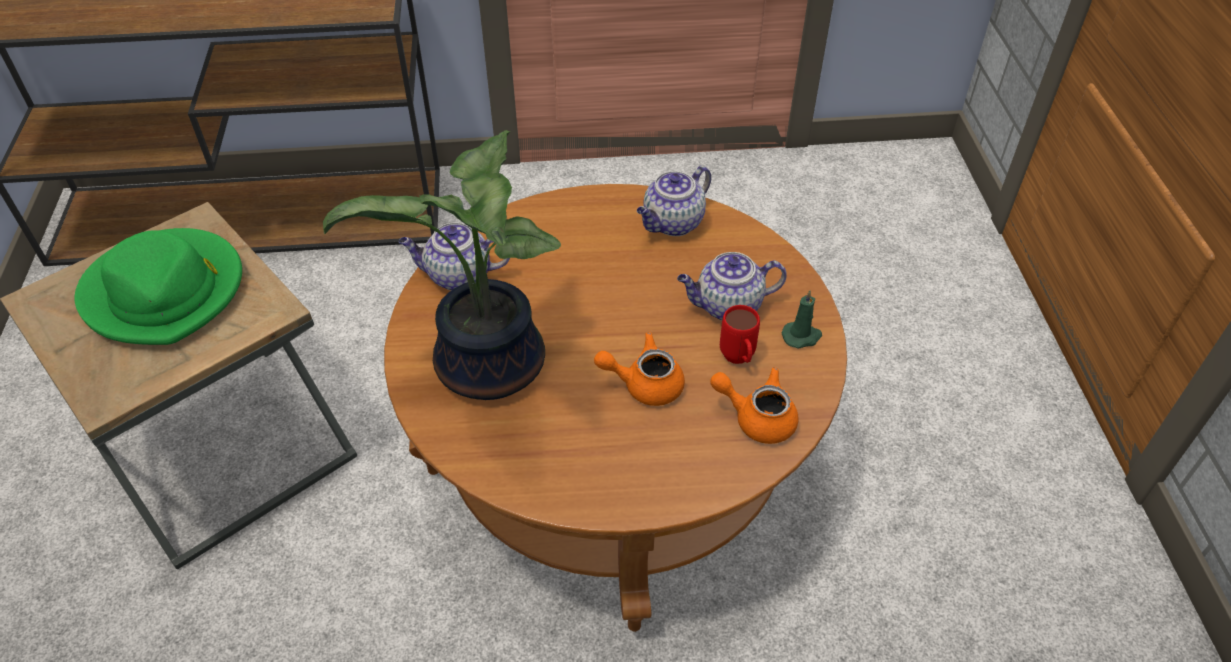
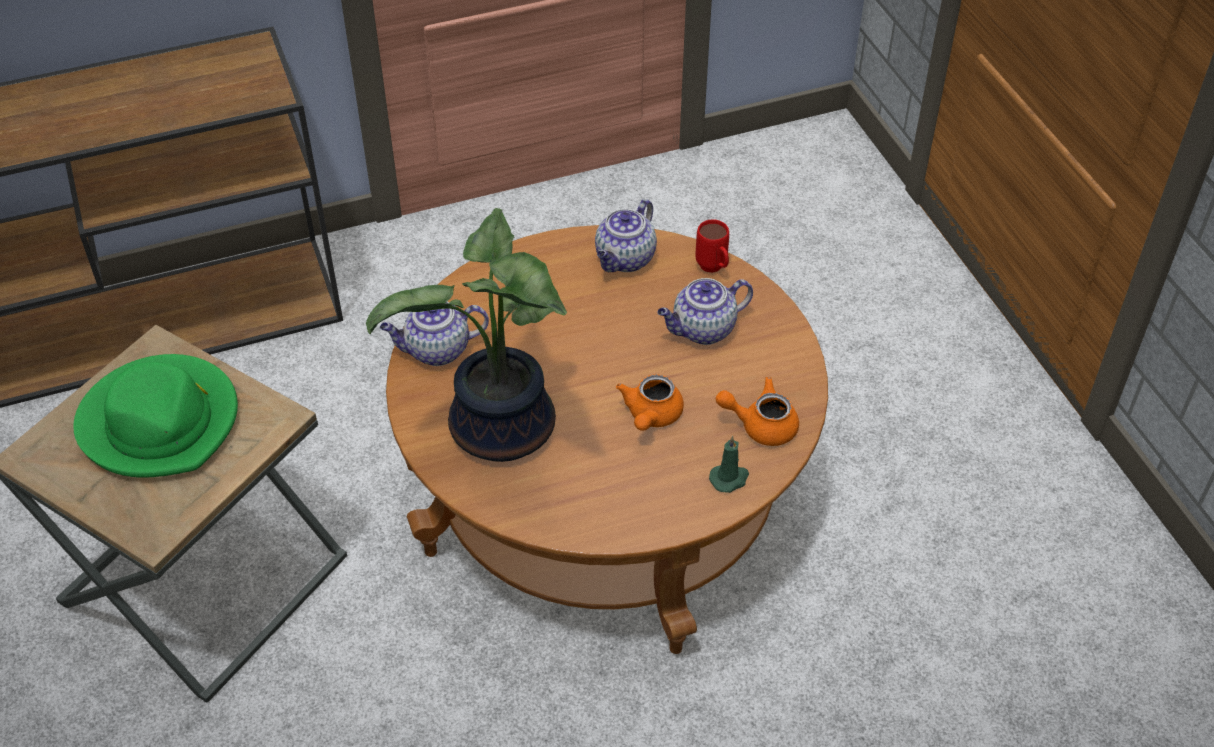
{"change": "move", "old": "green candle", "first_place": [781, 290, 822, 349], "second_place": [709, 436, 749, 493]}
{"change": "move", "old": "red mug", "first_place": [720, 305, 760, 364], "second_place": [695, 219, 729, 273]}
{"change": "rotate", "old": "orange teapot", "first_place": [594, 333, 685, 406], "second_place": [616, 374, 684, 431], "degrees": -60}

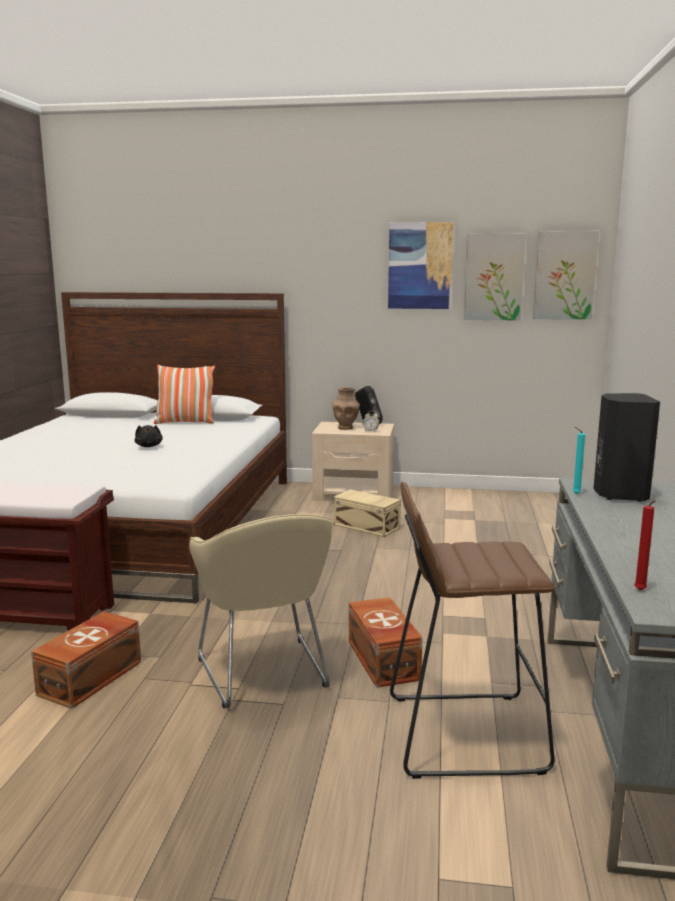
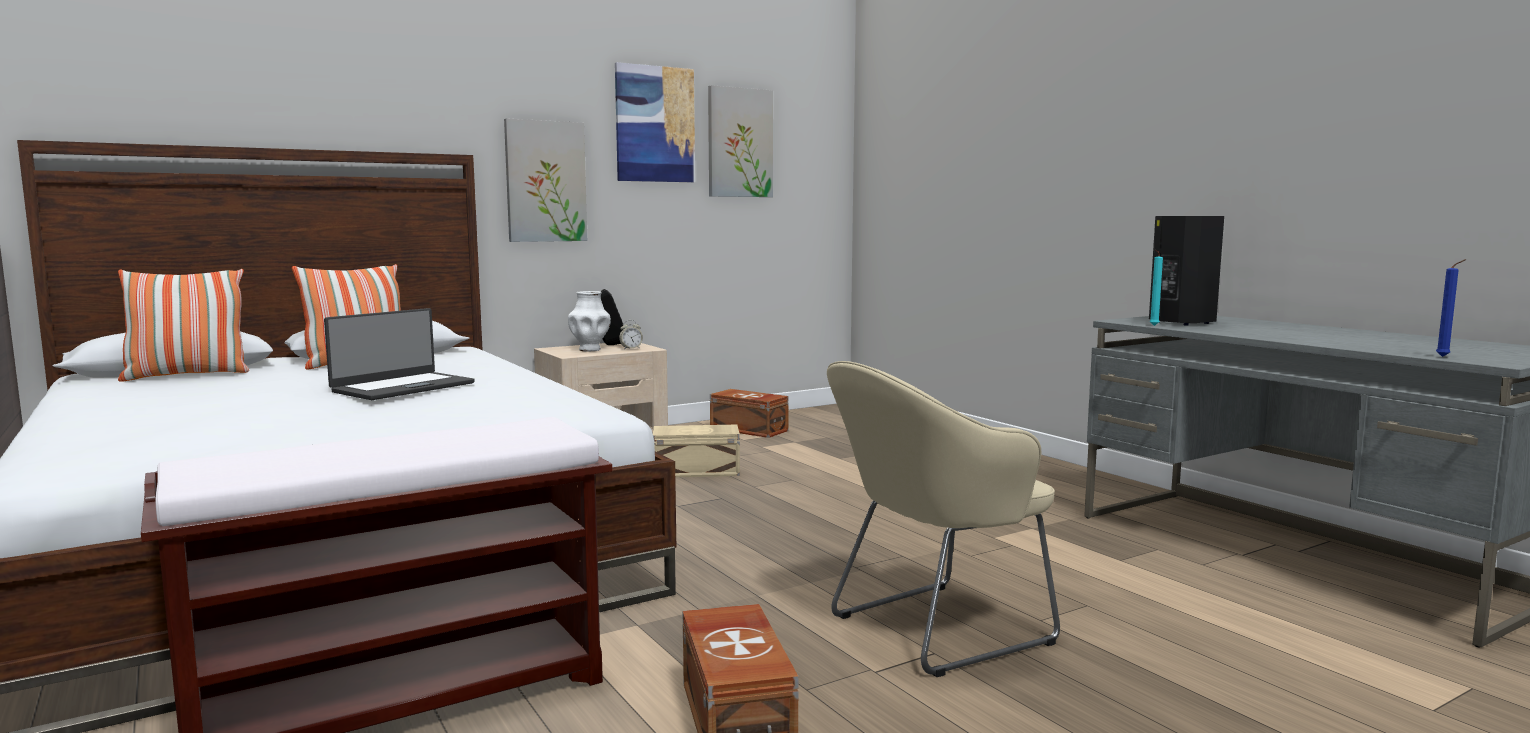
{"change": "move", "old": "picture", "first_place": [533, 231, 599, 320], "second_place": [504, 118, 587, 242]}
{"change": "recolor", "old": "brown vase", "new": "white vase", "first_place": [332, 387, 360, 430], "second_place": [568, 291, 611, 351]}
{"change": "replace", "old": "black plush toy", "new": "laptop", "first_place": [135, 425, 163, 447], "second_place": [324, 308, 475, 400]}
{"change": "delete", "old": "brown stool", "first_place": [390, 482, 556, 779]}
{"change": "recolor", "old": "red candle", "new": "blue candle", "first_place": [634, 500, 656, 590], "second_place": [1436, 259, 1467, 357]}
{"change": "rotate", "old": "beige armchair", "first_place": [189, 514, 332, 708], "second_place": [827, 361, 1060, 677], "degrees": 120}
{"change": "move", "old": "brown storage box", "first_place": [349, 597, 423, 688], "second_place": [710, 389, 789, 438]}
{"change": "insert", "new": "pillow", "second_place": [118, 269, 249, 382]}

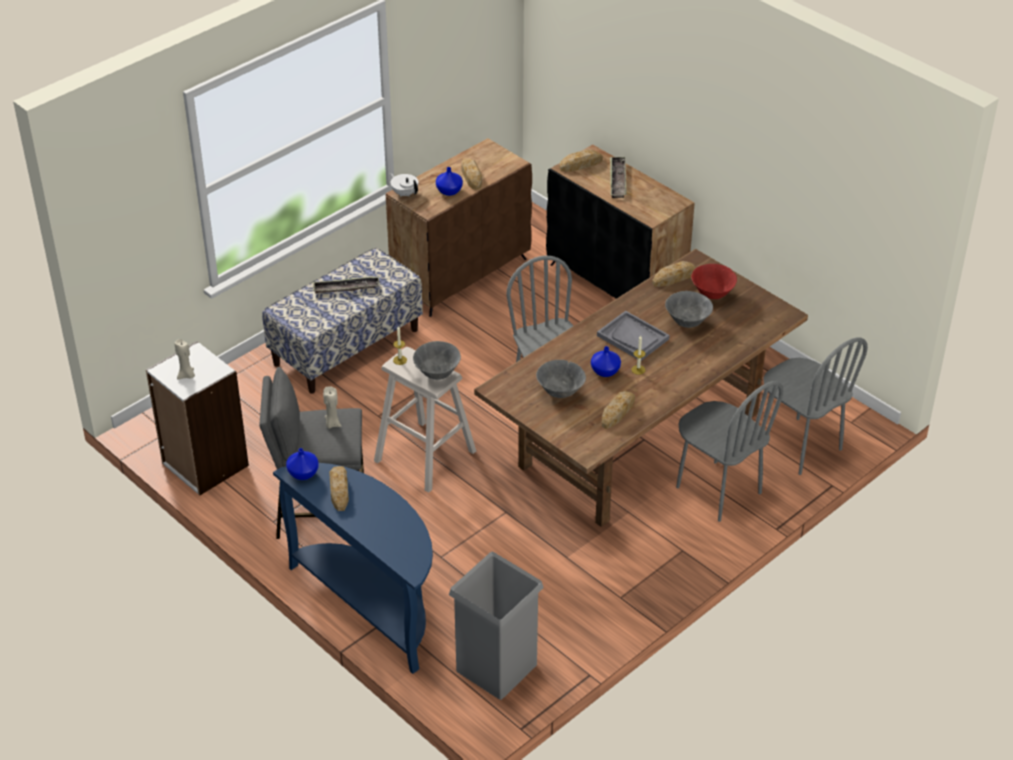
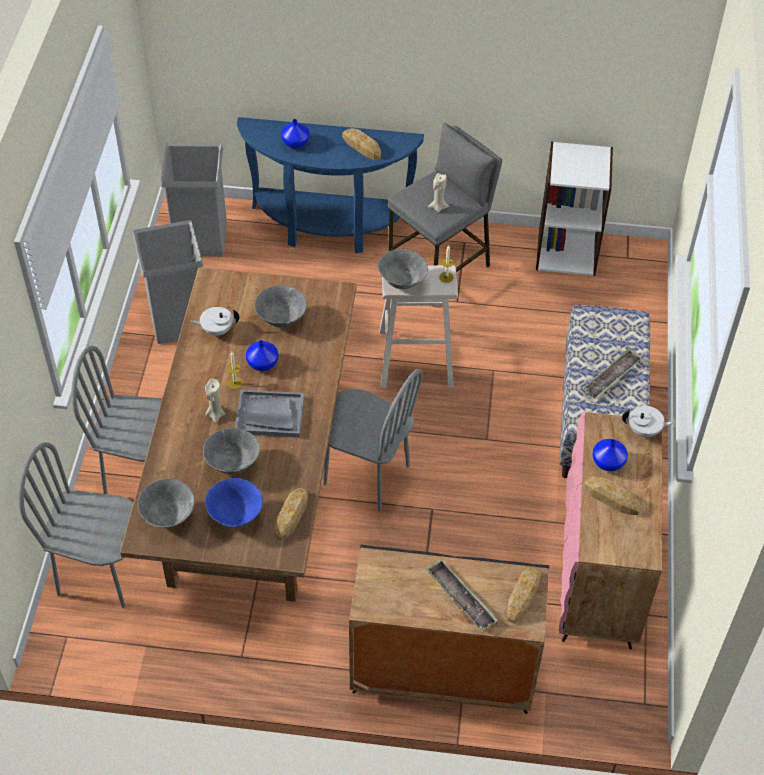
{"change": "recolor", "old": "brown cabinet", "new": "pink cabinet", "first_place": [386, 138, 532, 317], "second_place": [559, 412, 662, 649]}
{"change": "recolor", "old": "red bowl", "new": "blue bowl", "first_place": [691, 264, 737, 299], "second_place": [205, 478, 263, 527]}
{"change": "move", "old": "beige candle", "first_place": [175, 339, 195, 380], "second_place": [205, 379, 225, 423]}
{"change": "replace", "old": "bread", "new": "white teapot", "first_place": [602, 391, 635, 429], "second_place": [190, 307, 239, 336]}
{"change": "move", "old": "blue vase", "first_place": [286, 448, 319, 480], "second_place": [281, 119, 310, 149]}
{"change": "insert", "new": "grey trash can", "second_place": [133, 220, 203, 344]}
{"change": "insert", "new": "grey bowl", "second_place": [138, 479, 194, 528]}

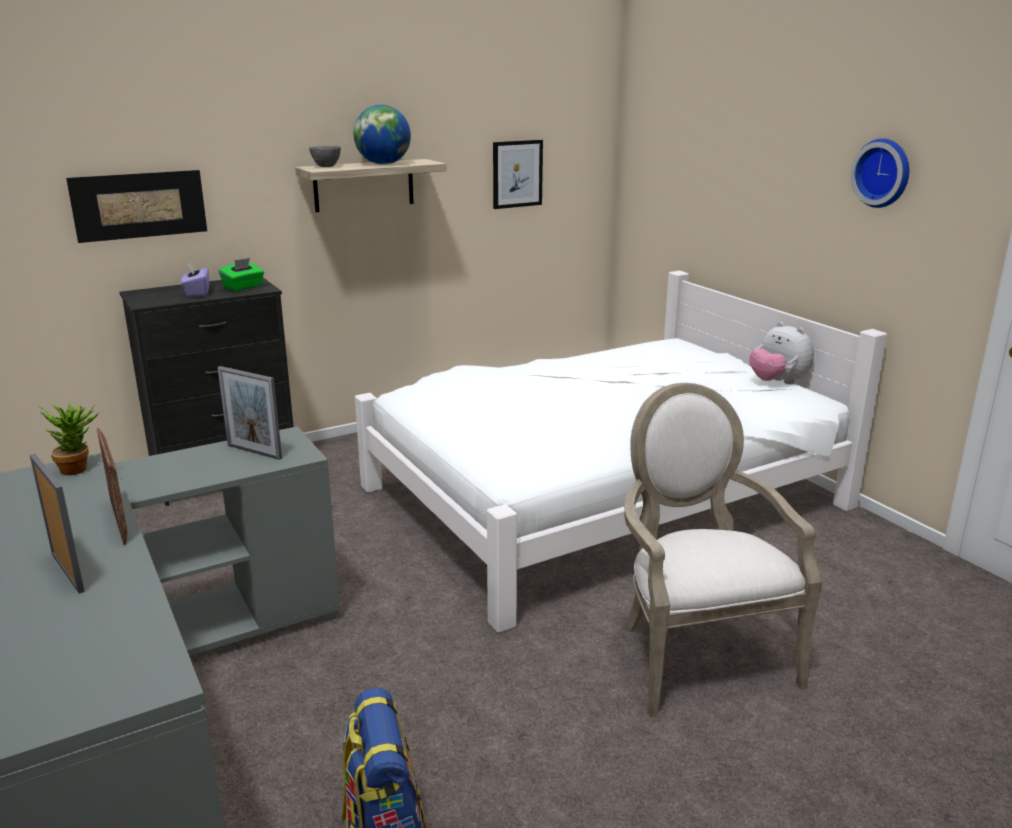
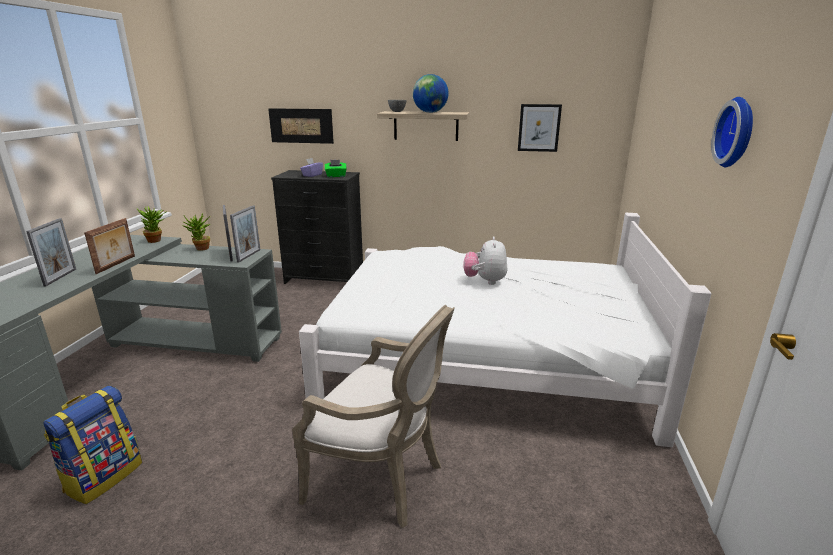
{"change": "move", "old": "plush toy", "first_place": [749, 322, 814, 384], "second_place": [463, 237, 507, 285]}
{"change": "rotate", "old": "armchair", "first_place": [623, 383, 822, 717], "second_place": [292, 305, 455, 528], "degrees": 90}
{"change": "insert", "new": "picture frame", "second_place": [230, 205, 261, 263]}
{"change": "insert", "new": "potted plant", "second_place": [182, 213, 210, 251]}

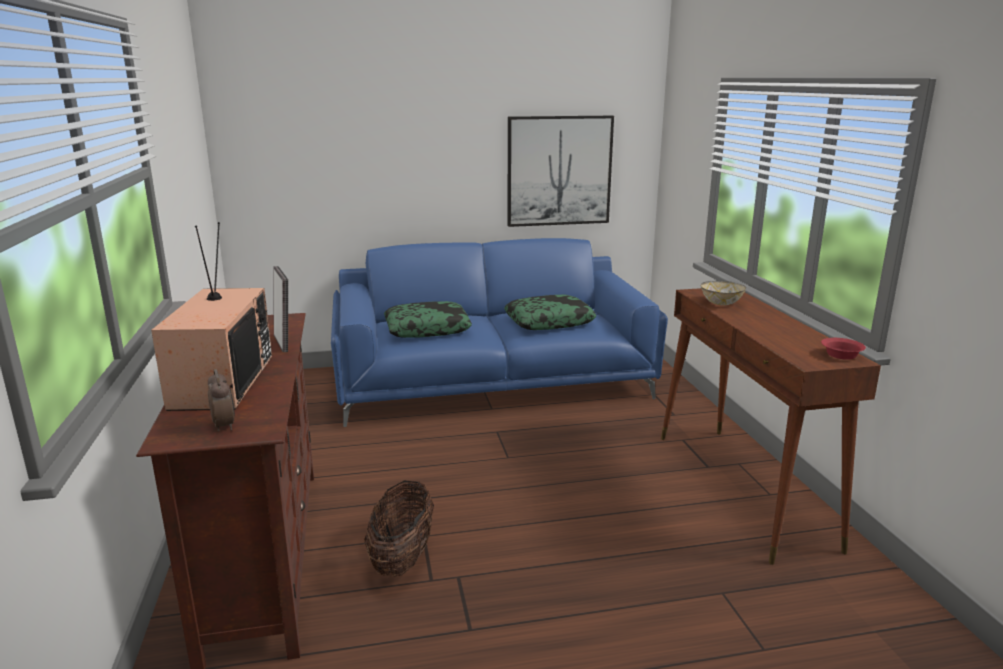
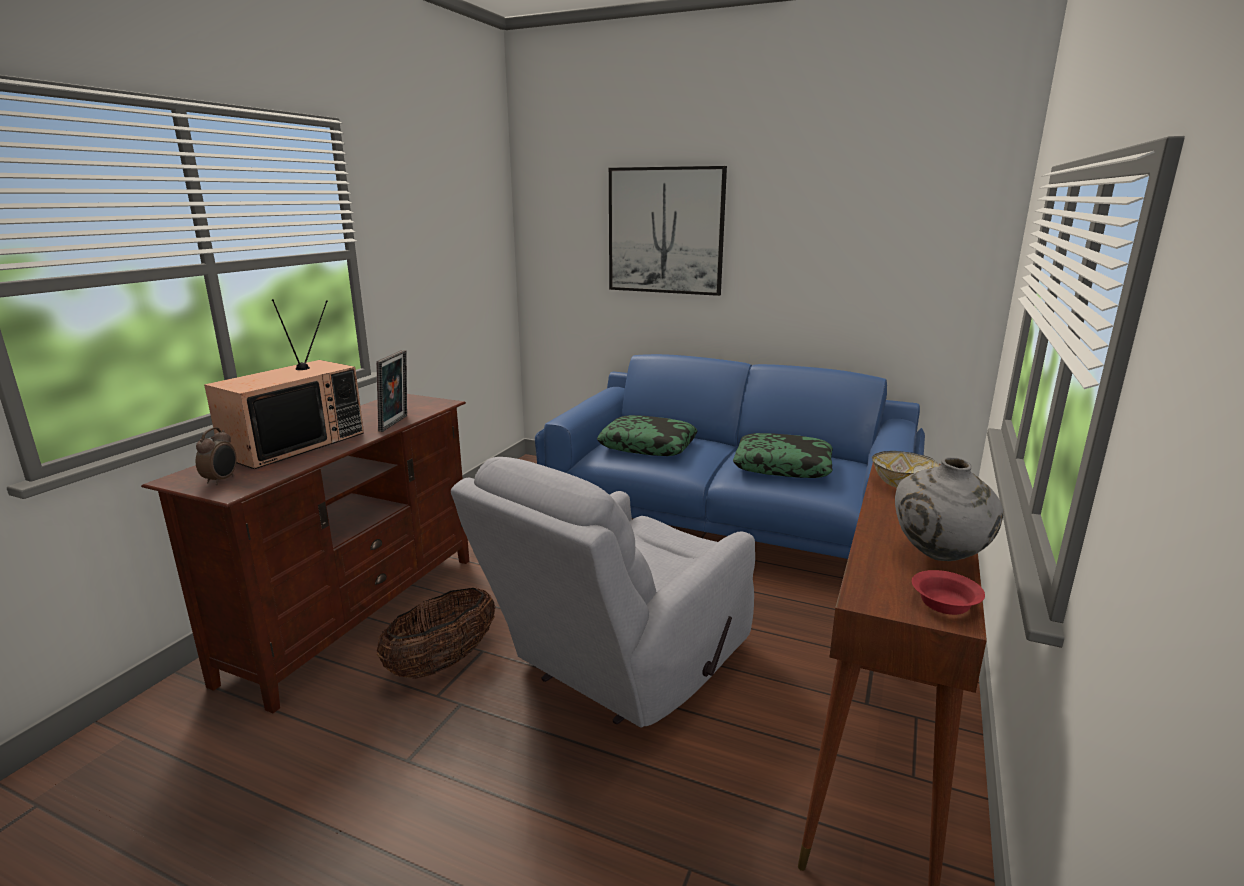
{"change": "move", "old": "picture", "first_place": [507, 116, 614, 227], "second_place": [609, 166, 727, 296]}
{"change": "insert", "new": "grey armchair", "second_place": [451, 457, 755, 728]}
{"change": "insert", "new": "grey vase", "second_place": [895, 457, 1003, 561]}

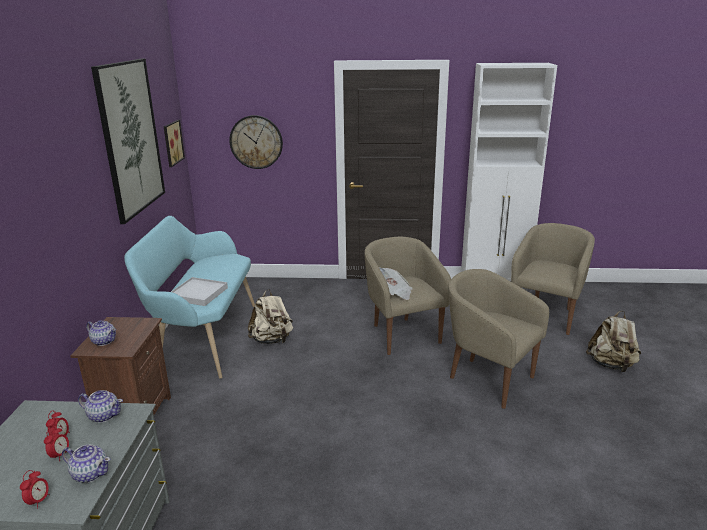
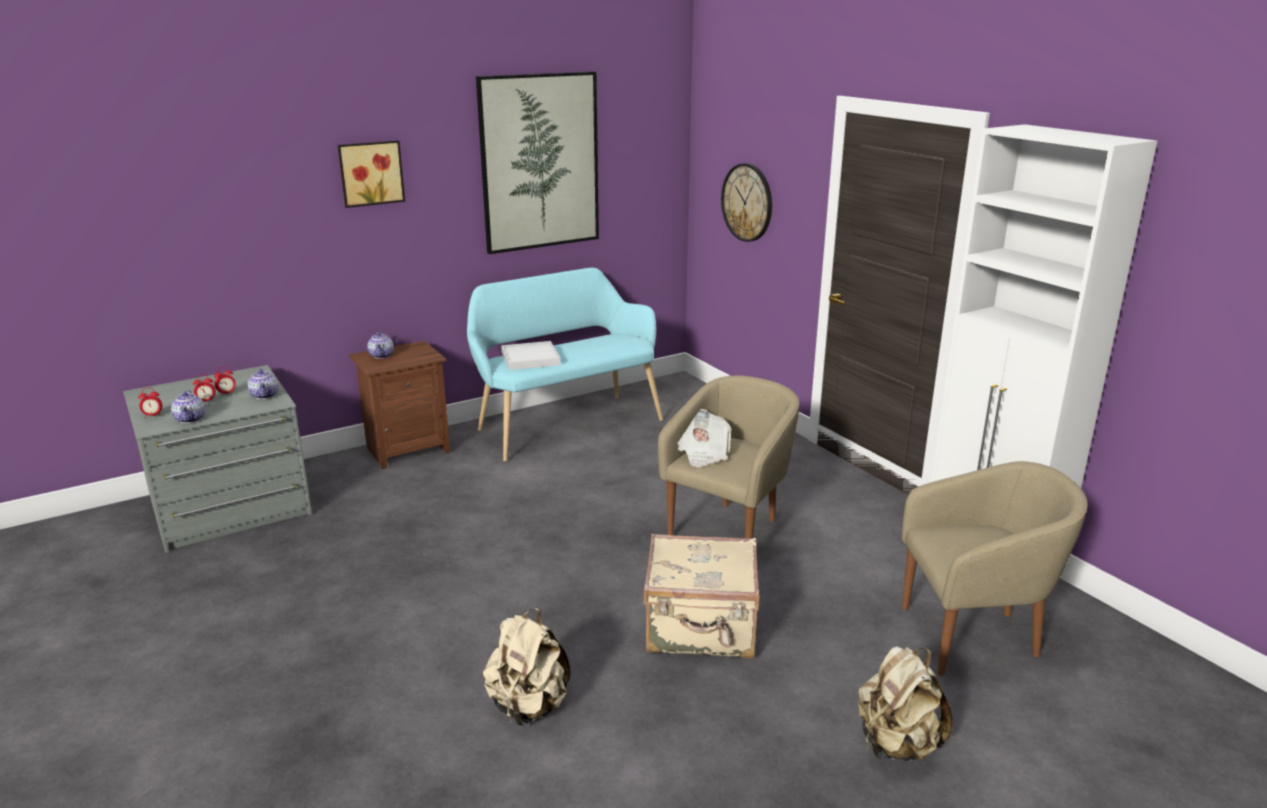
{"change": "move", "old": "picture", "first_place": [164, 120, 185, 167], "second_place": [338, 141, 405, 208]}
{"change": "replace", "old": "beige armchair", "new": "beige suitcase", "first_place": [448, 269, 549, 409], "second_place": [643, 534, 760, 658]}
{"change": "move", "old": "beige backpack", "first_place": [248, 289, 293, 344], "second_place": [483, 609, 571, 726]}

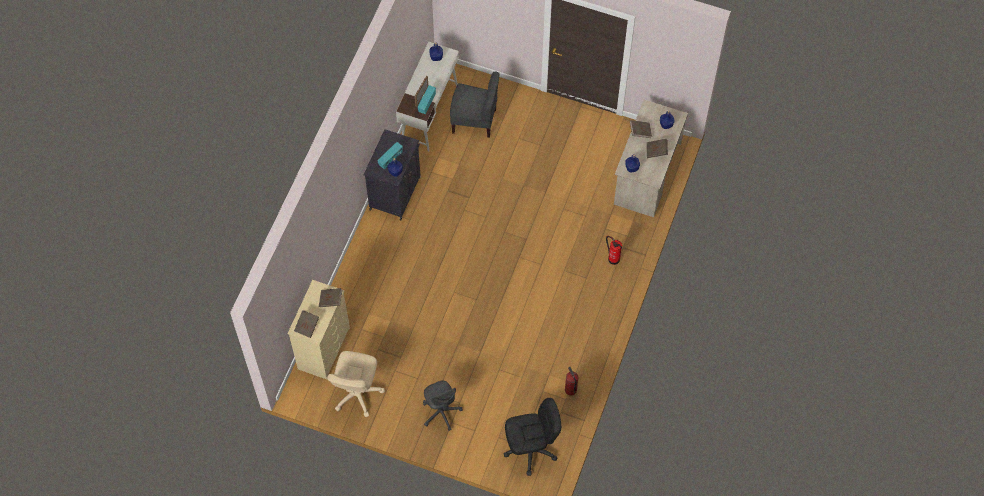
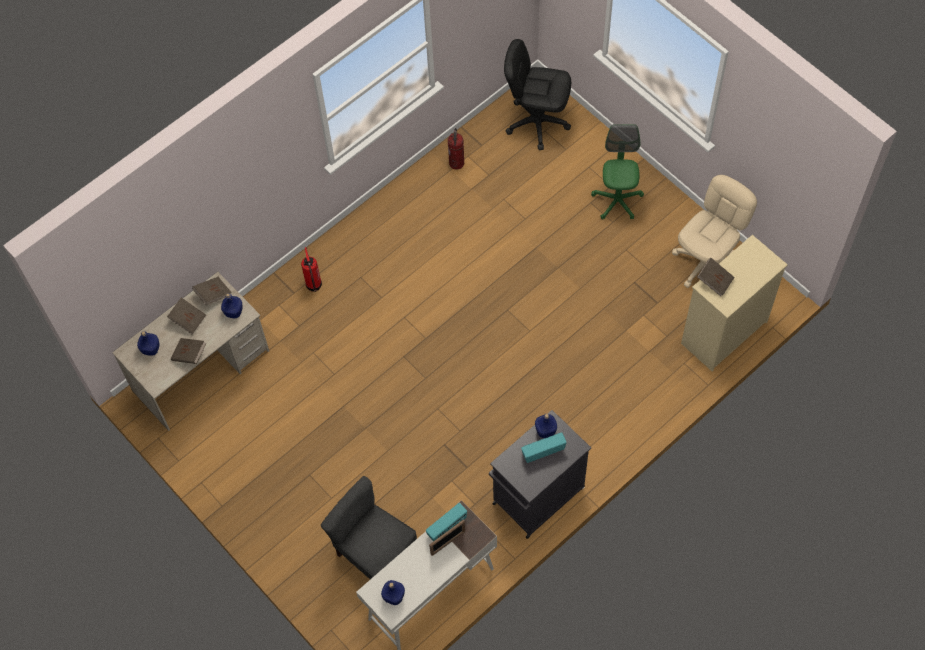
{"change": "move", "old": "brown book", "first_place": [294, 310, 319, 338], "second_place": [192, 277, 232, 305]}
{"change": "recolor", "old": "grey office chair", "new": "green office chair", "first_place": [423, 380, 462, 431], "second_place": [591, 124, 644, 220]}

